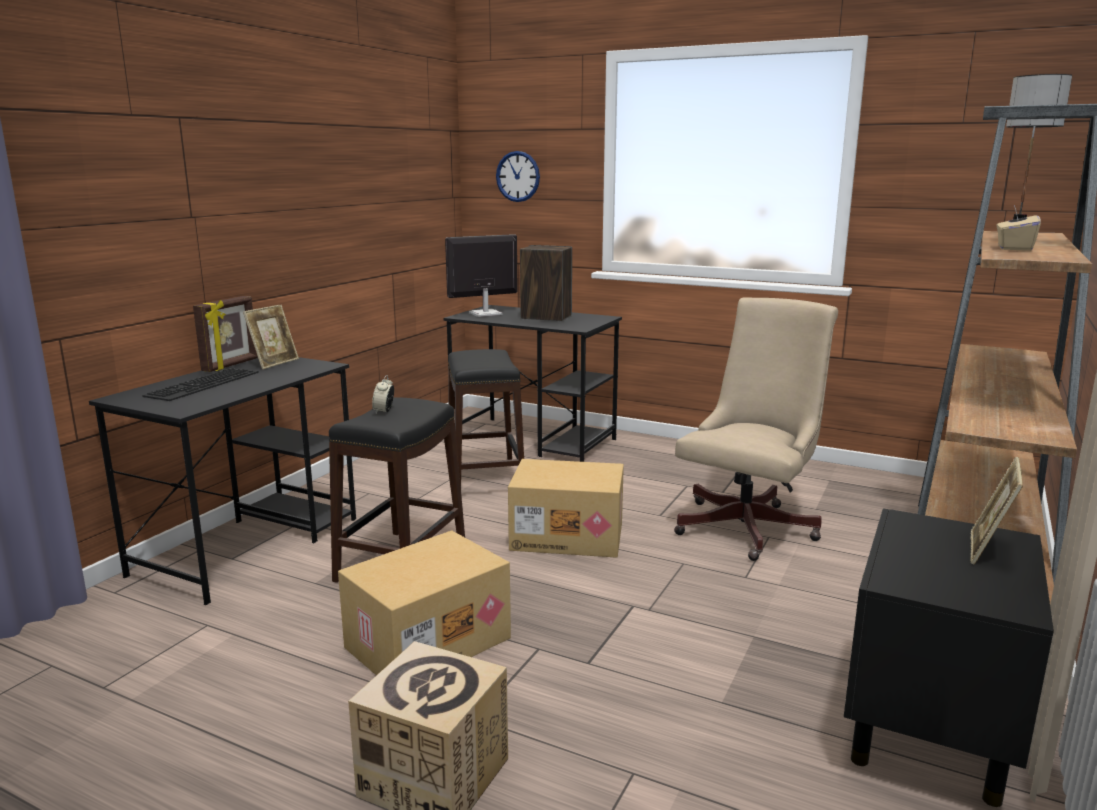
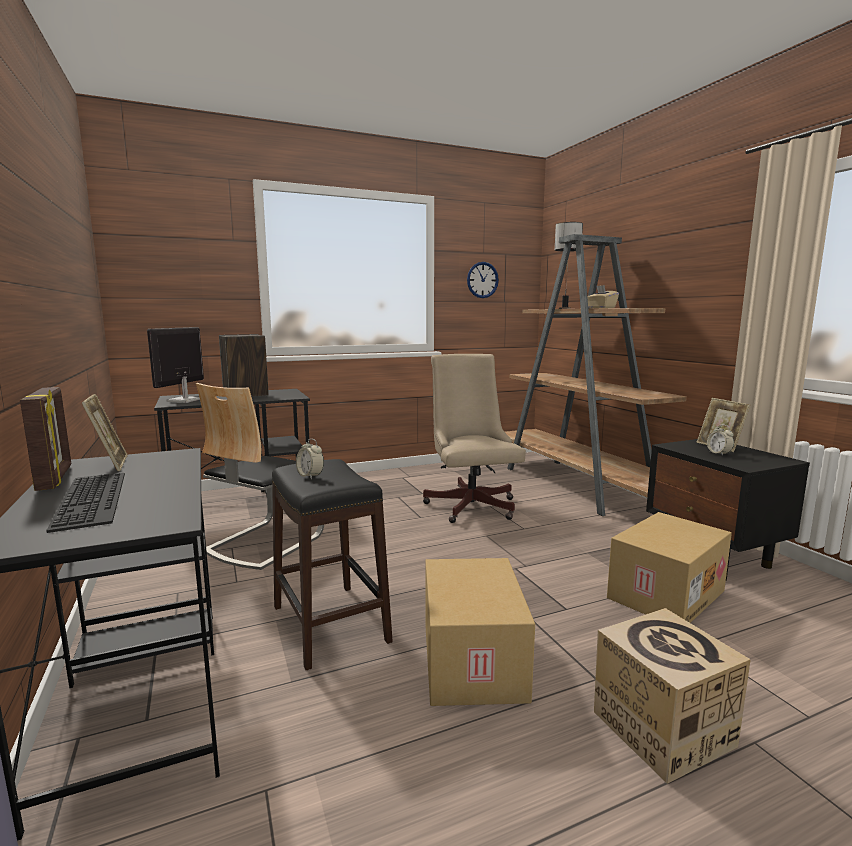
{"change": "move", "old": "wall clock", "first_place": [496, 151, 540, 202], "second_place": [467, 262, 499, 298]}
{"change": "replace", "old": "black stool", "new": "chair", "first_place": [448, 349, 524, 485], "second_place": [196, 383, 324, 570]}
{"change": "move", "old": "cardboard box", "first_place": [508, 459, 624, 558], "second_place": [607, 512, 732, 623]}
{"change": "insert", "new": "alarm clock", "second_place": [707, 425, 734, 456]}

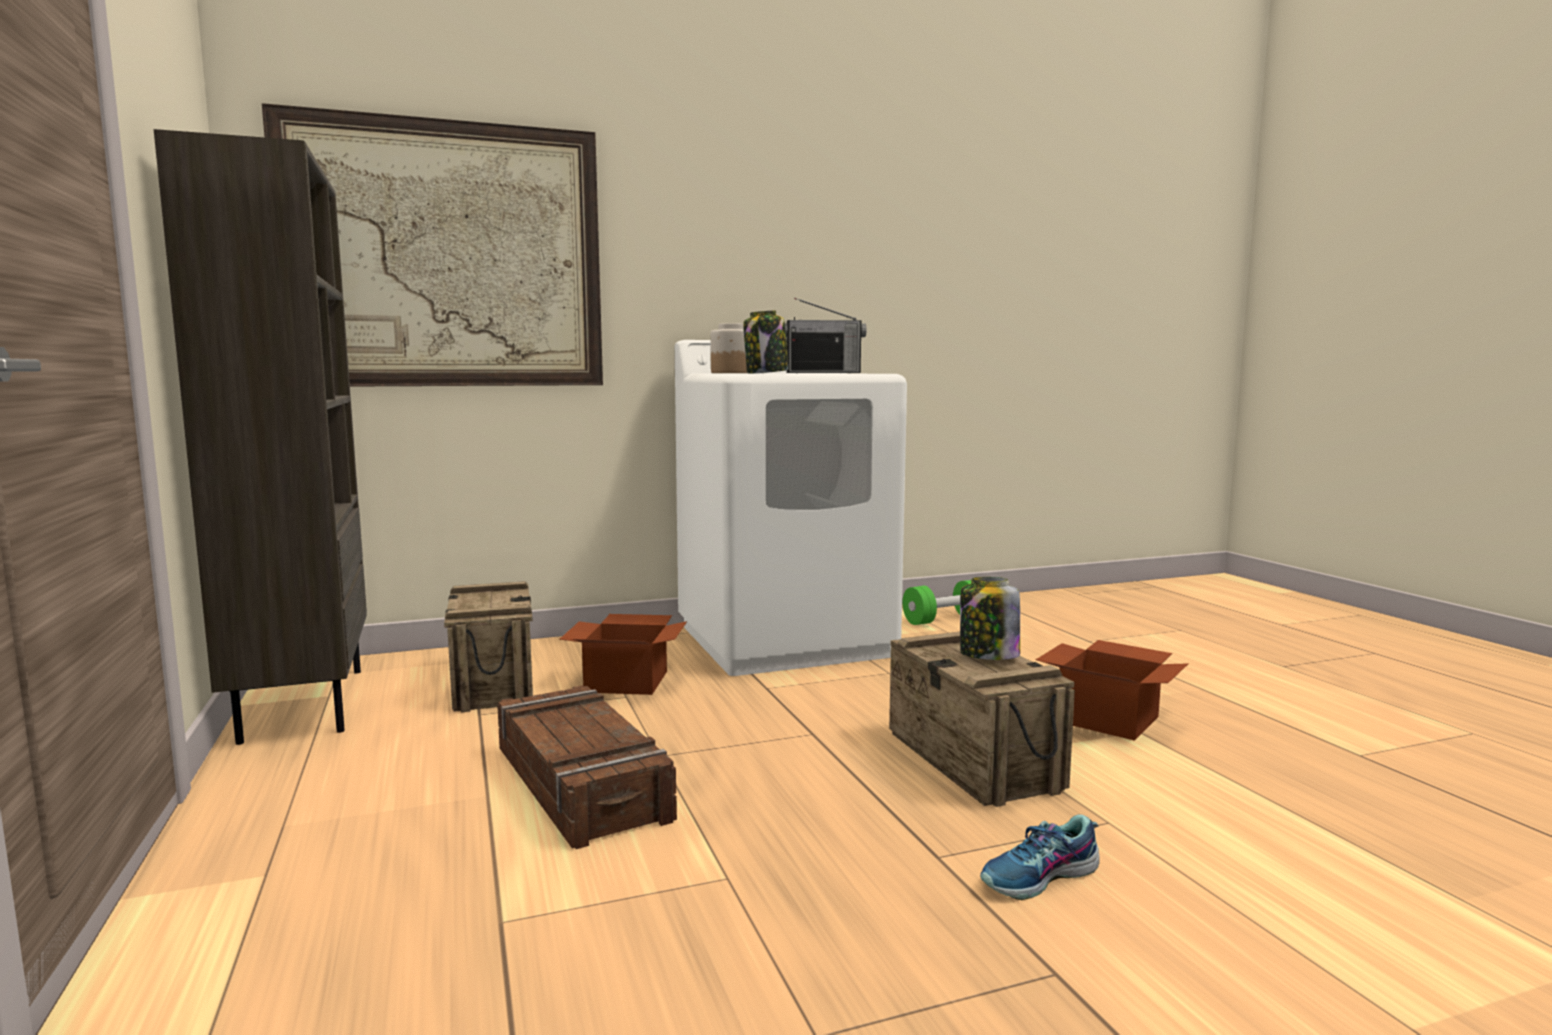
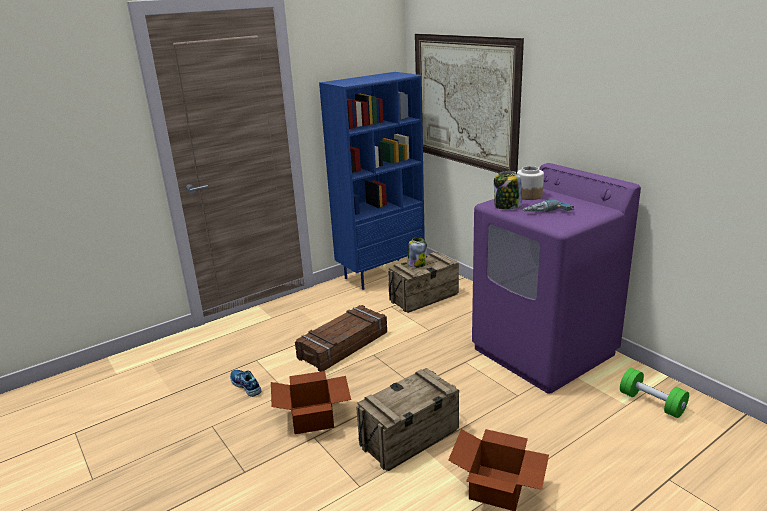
{"change": "recolor", "old": "brown bookcase", "new": "blue bookcase", "first_place": [153, 129, 367, 745], "second_place": [319, 72, 425, 290]}
{"change": "replace", "old": "radio", "new": "power drill", "first_place": [785, 298, 867, 373], "second_place": [523, 200, 574, 212]}
{"change": "recolor", "old": "white washing machine", "new": "purple washing machine", "first_place": [675, 340, 907, 676], "second_place": [472, 163, 641, 394]}
{"change": "move", "old": "jar", "first_place": [960, 577, 1020, 660], "second_place": [408, 237, 427, 268]}
{"change": "move", "old": "cardboard box", "first_place": [559, 614, 687, 695], "second_place": [271, 371, 351, 434]}
{"change": "move", "old": "shoe", "first_place": [980, 814, 1100, 900], "second_place": [230, 370, 262, 397]}

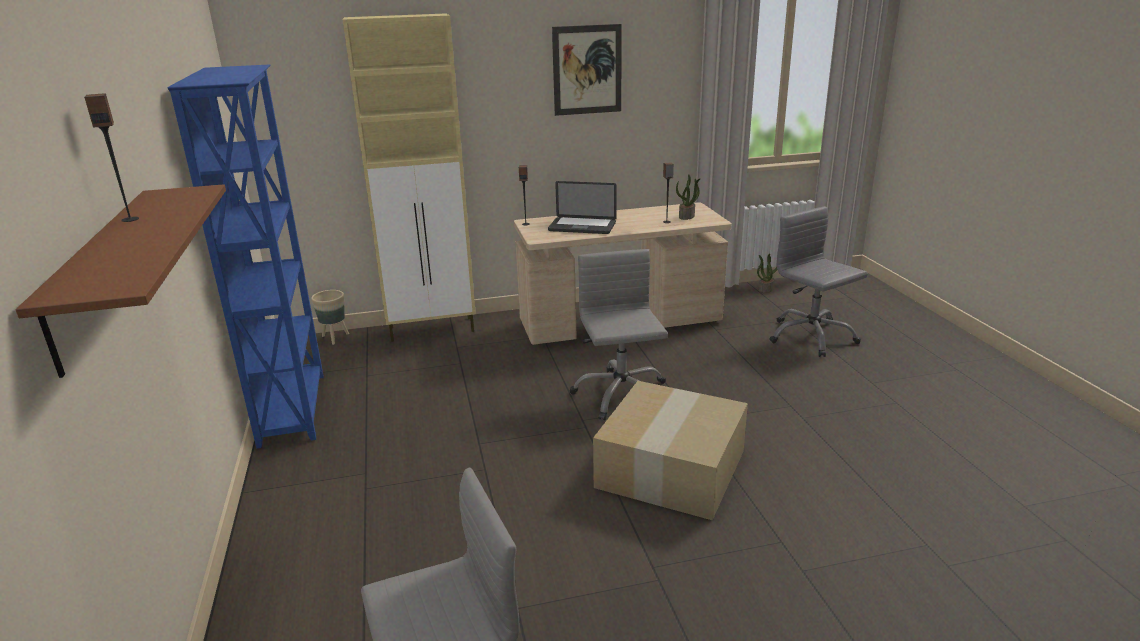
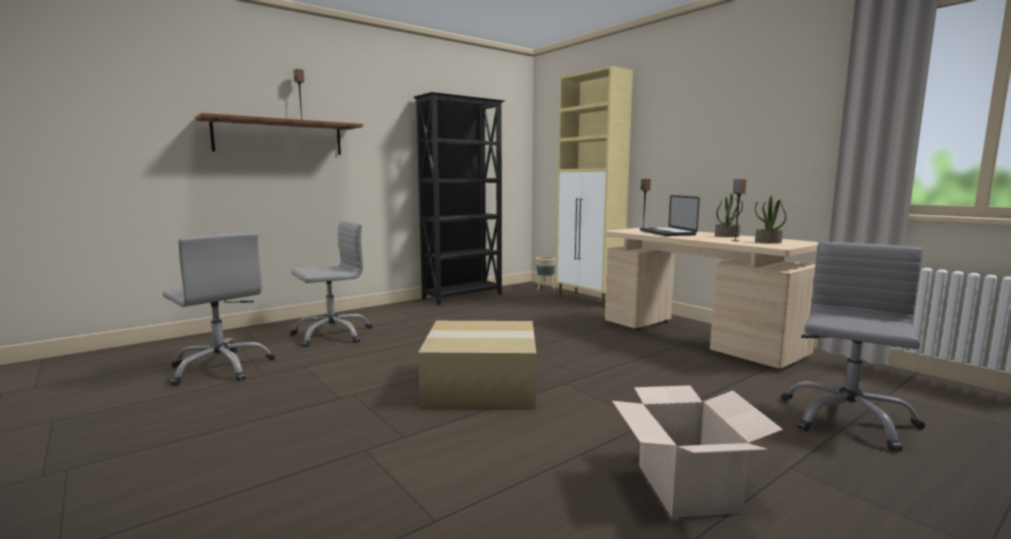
{"change": "delete", "old": "picture", "first_place": [552, 24, 622, 116]}
{"change": "recolor", "old": "blue bookcase", "new": "black bookcase", "first_place": [167, 64, 324, 449], "second_place": [414, 92, 505, 305]}
{"change": "move", "old": "grey office chair", "first_place": [570, 249, 668, 420], "second_place": [290, 220, 373, 347]}
{"change": "move", "old": "potted plant", "first_place": [757, 253, 777, 293], "second_place": [715, 194, 743, 237]}
{"change": "insert", "new": "cardboard box", "second_place": [612, 385, 783, 518]}

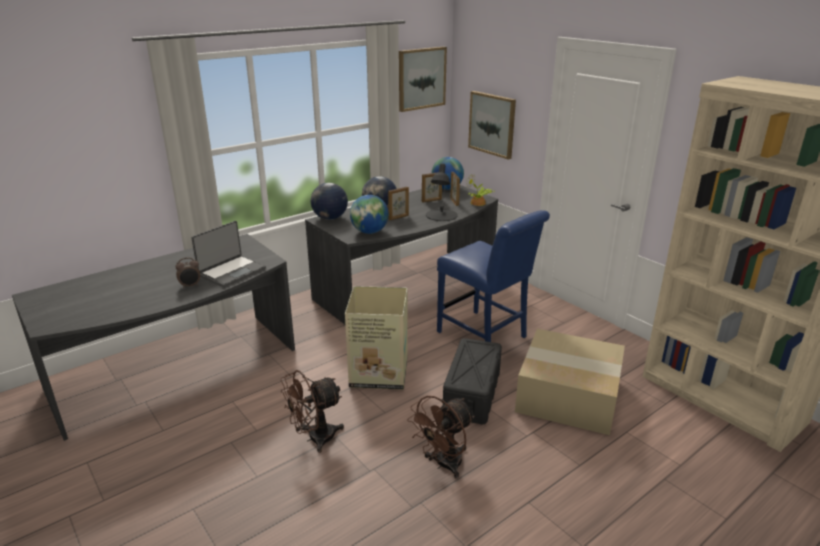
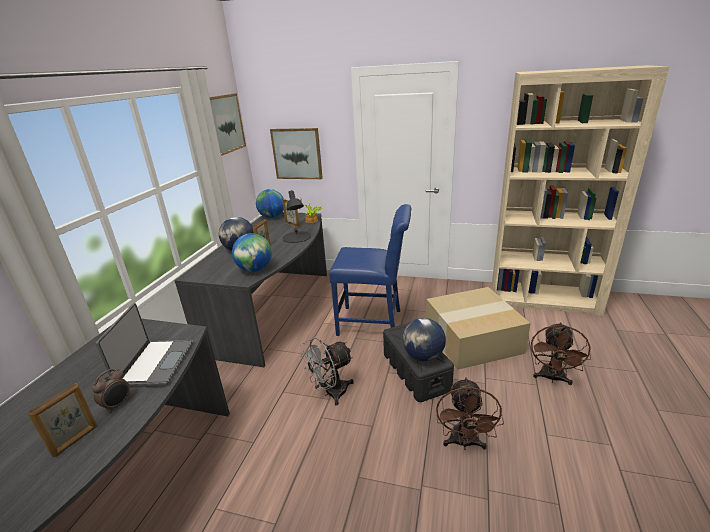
{"change": "move", "old": "picture frame", "first_place": [422, 172, 442, 202], "second_place": [27, 383, 97, 457]}
{"change": "move", "old": "globe", "first_place": [311, 183, 348, 220], "second_place": [402, 318, 446, 361]}
{"change": "replace", "old": "cardboard box", "new": "grey fan", "first_place": [345, 286, 408, 390], "second_place": [300, 337, 354, 405]}
{"change": "move", "old": "brown fan", "first_place": [281, 370, 344, 453], "second_place": [531, 322, 591, 385]}

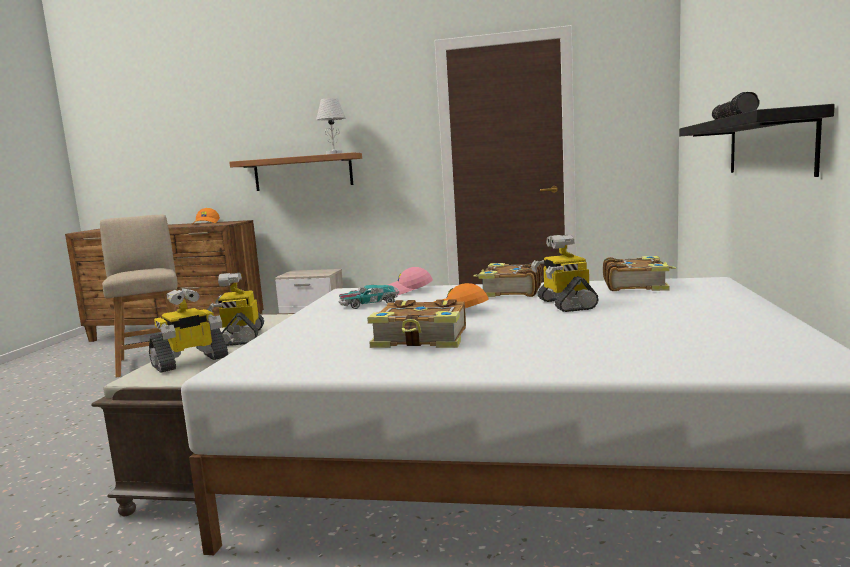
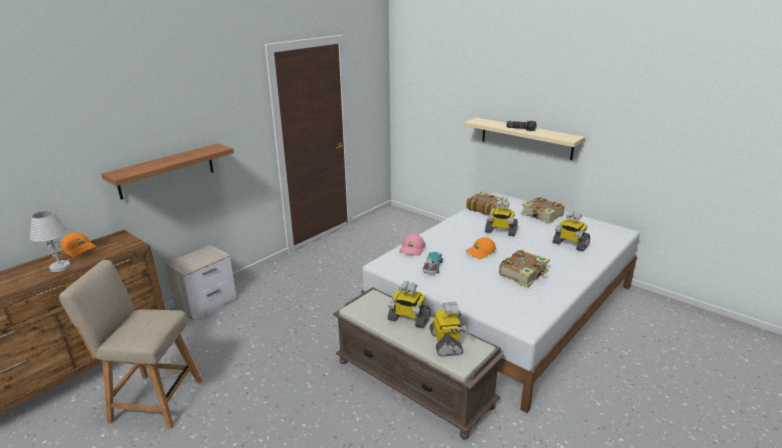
{"change": "move", "old": "white table lamp", "first_place": [316, 98, 346, 154], "second_place": [30, 210, 71, 272]}
{"change": "recolor", "old": "black shelf", "new": "beige shelf", "first_place": [679, 104, 835, 177], "second_place": [464, 118, 585, 160]}
{"change": "move", "old": "book", "first_place": [473, 263, 542, 297], "second_place": [521, 197, 564, 224]}
{"change": "insert", "new": "toy robot", "second_place": [553, 211, 590, 252]}

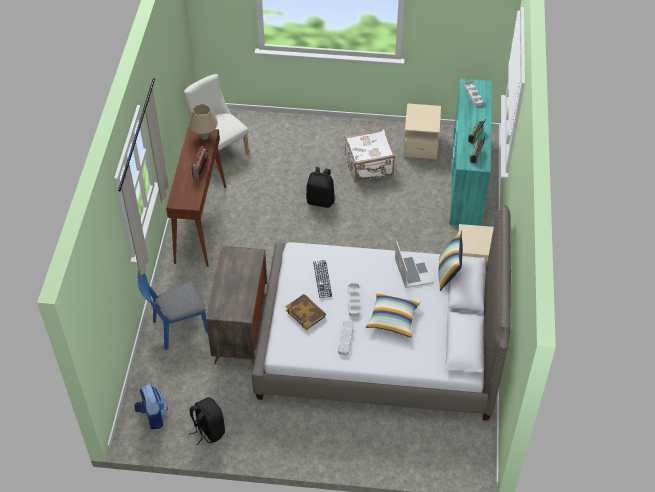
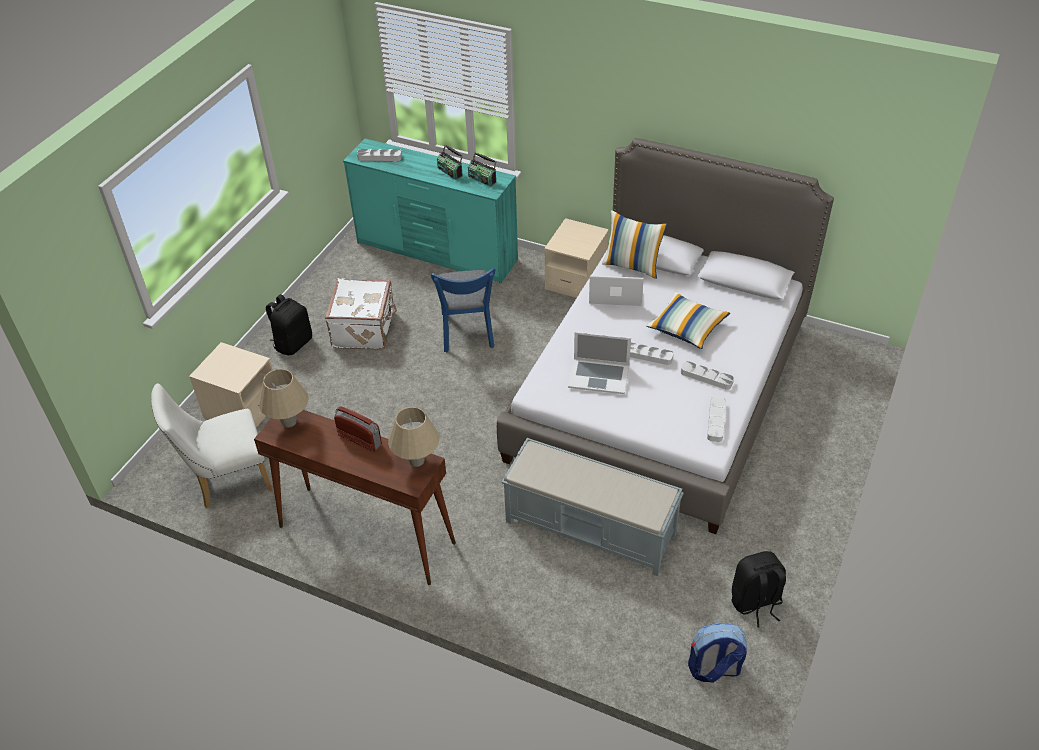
{"change": "move", "old": "beige nightstand", "first_place": [403, 103, 441, 159], "second_place": [189, 342, 277, 428]}
{"change": "move", "old": "black backpack", "first_place": [306, 167, 335, 208], "second_place": [266, 294, 312, 355]}
{"change": "replace", "old": "dresser", "new": "grey bench", "first_place": [206, 246, 268, 366], "second_place": [502, 438, 684, 576]}
{"change": "replace", "old": "keyboard", "new": "laptop", "first_place": [313, 260, 332, 298], "second_place": [568, 332, 631, 394]}
{"change": "move", "old": "blue chair", "first_place": [138, 270, 208, 350], "second_place": [431, 268, 495, 352]}
{"change": "delete", "old": "book", "first_place": [285, 294, 326, 330]}
{"change": "insert", "new": "grey tray", "second_place": [707, 396, 726, 442]}
{"change": "insert", "new": "beige table lamp", "second_place": [388, 407, 439, 467]}

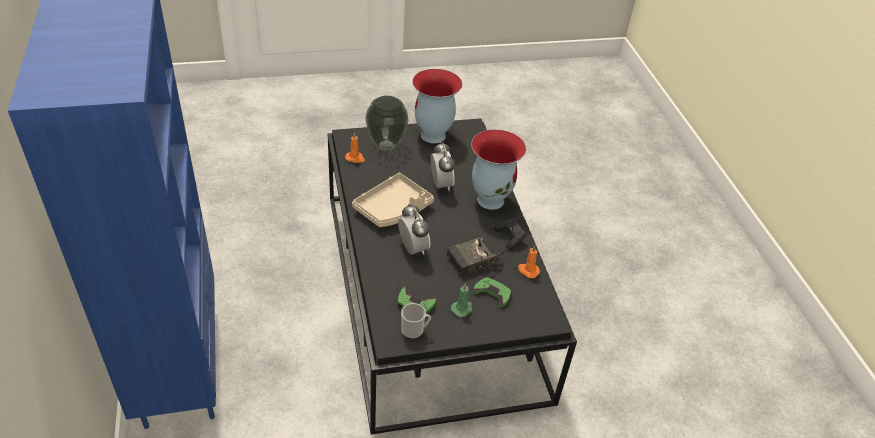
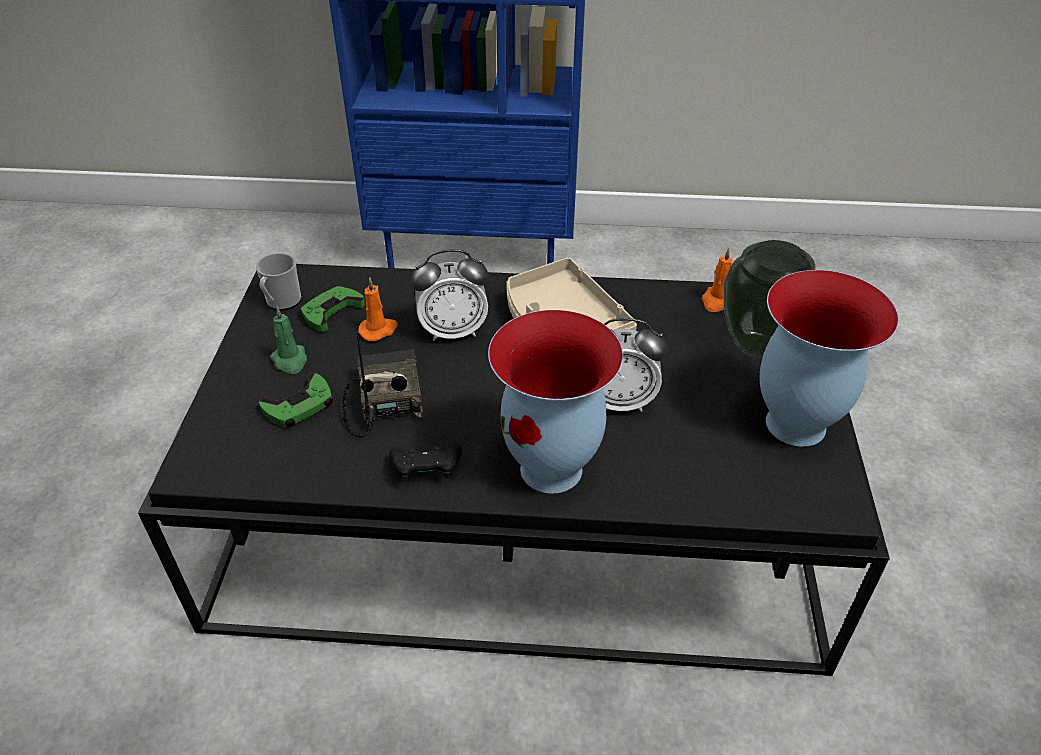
{"change": "move", "old": "orange candle", "first_place": [518, 245, 540, 278], "second_place": [358, 278, 398, 341]}

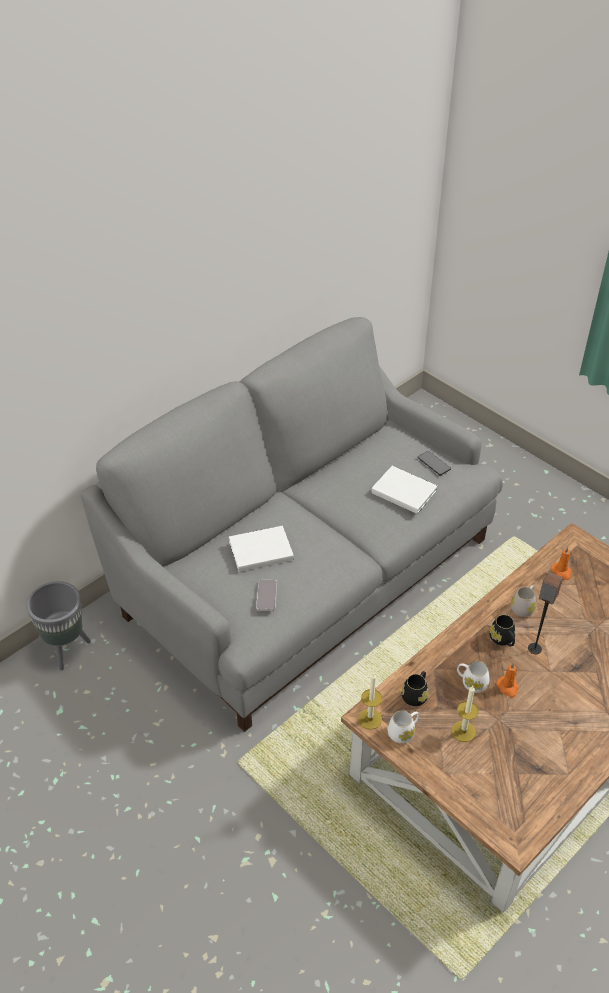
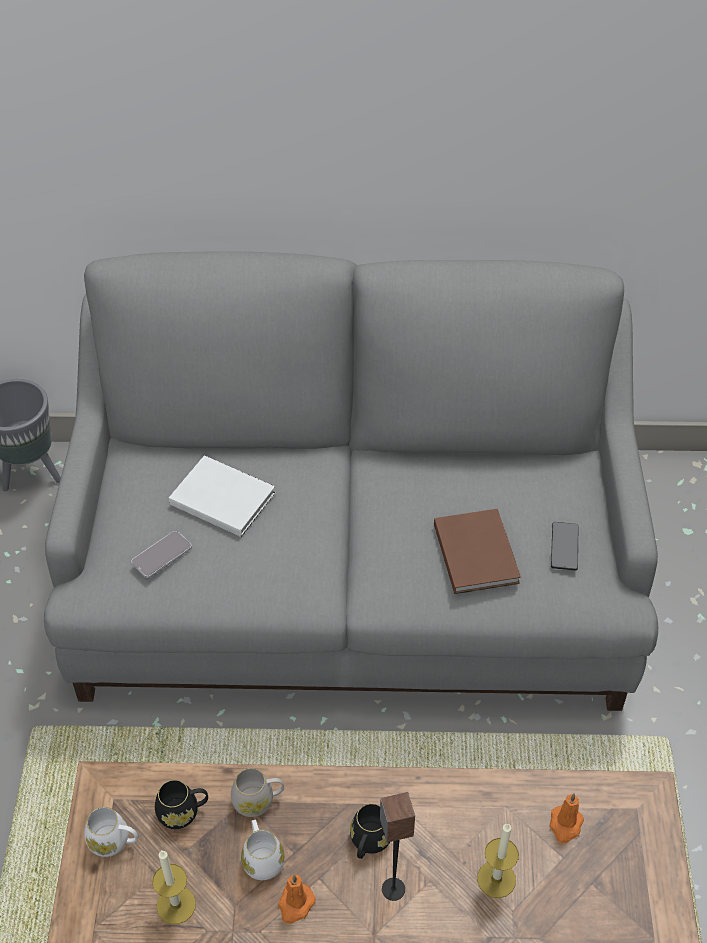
{"change": "recolor", "old": "white book", "new": "brown book", "first_place": [371, 466, 437, 514], "second_place": [434, 509, 521, 594]}
{"change": "move", "old": "white mug", "first_place": [511, 585, 536, 617], "second_place": [231, 768, 284, 817]}
{"change": "move", "old": "candle", "first_place": [358, 673, 382, 729], "second_place": [477, 824, 519, 898]}

